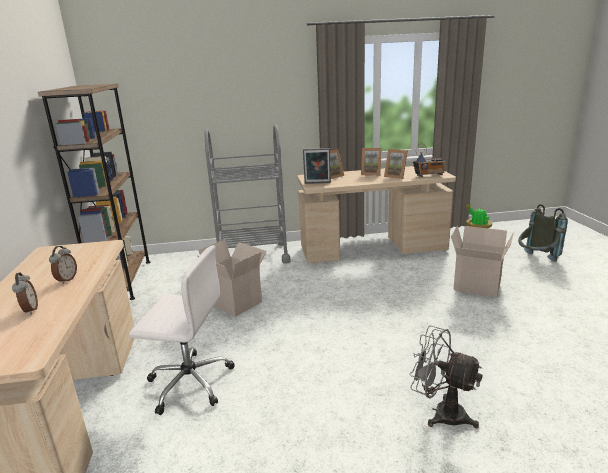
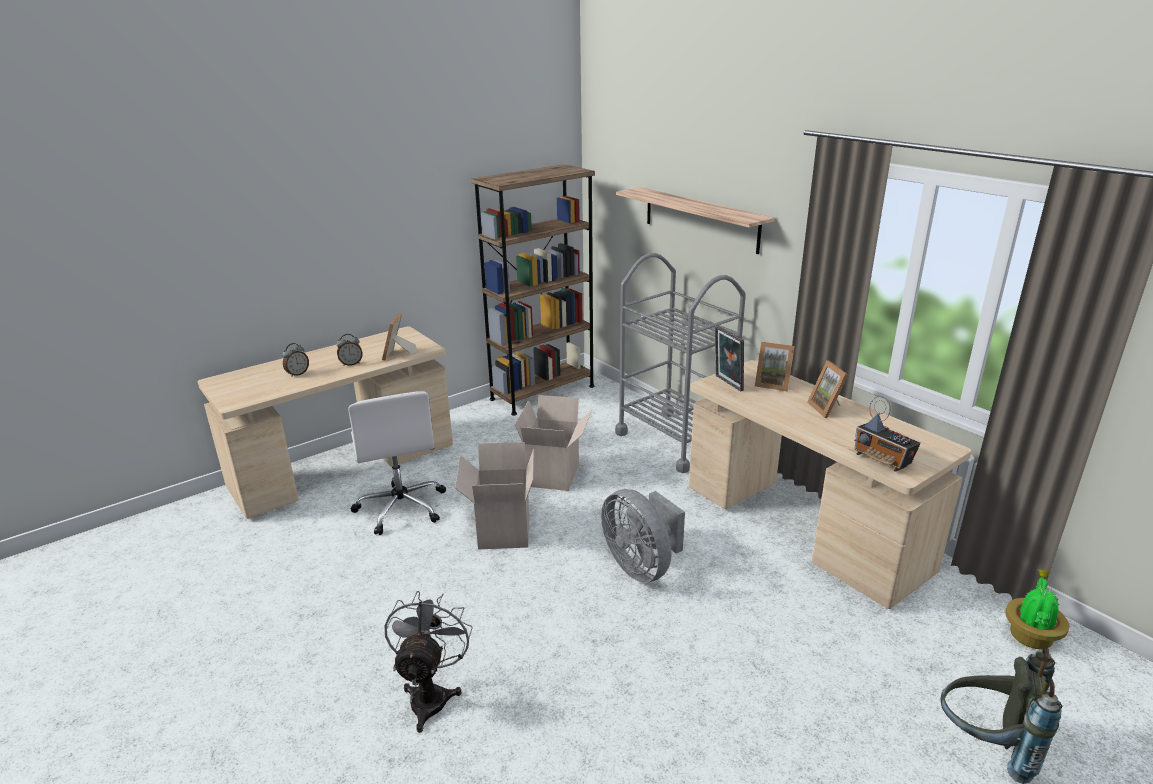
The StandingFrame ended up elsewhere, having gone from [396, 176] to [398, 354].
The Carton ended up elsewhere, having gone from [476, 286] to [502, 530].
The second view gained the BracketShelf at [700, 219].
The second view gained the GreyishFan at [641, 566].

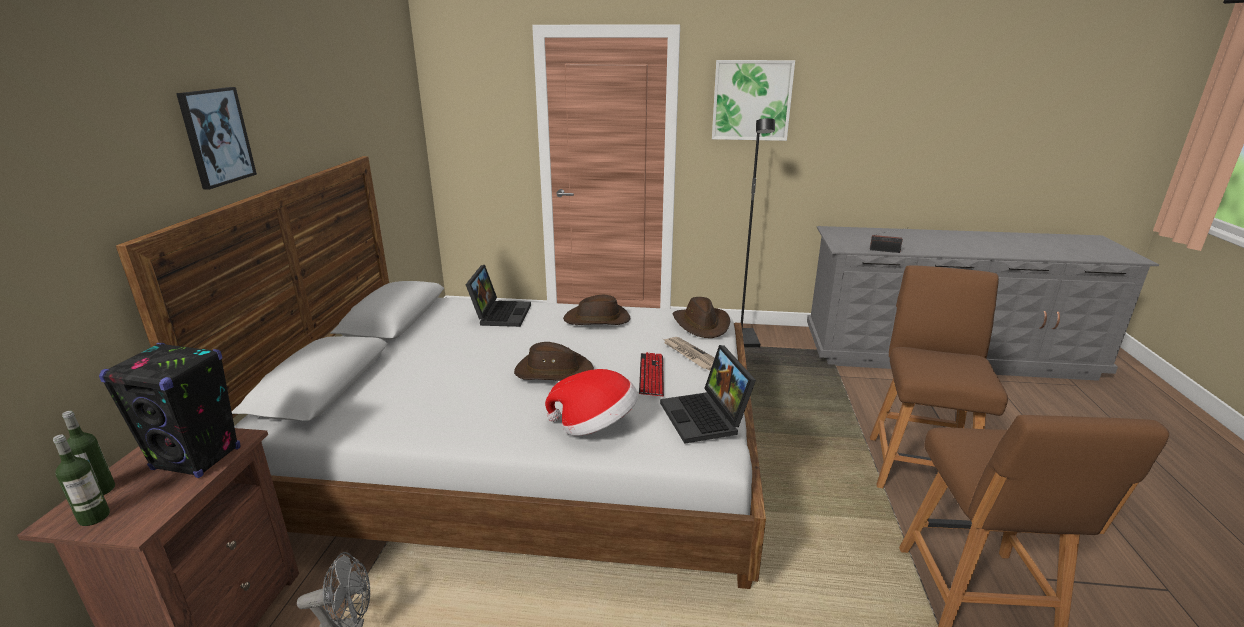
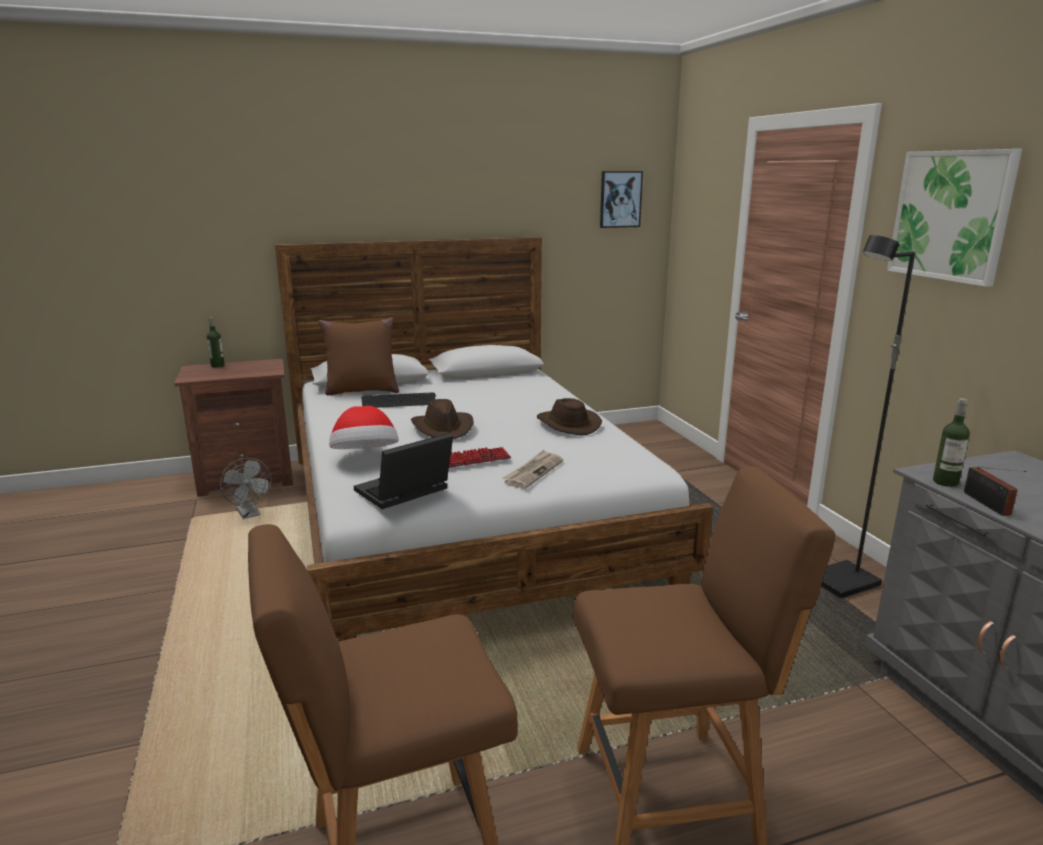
The WallPicture ended up elsewhere, having gone from [216, 137] to [620, 199].
The second view lost the NotebookComputer at [500, 314].
The second view lost the BrownColouredClothingHat at [701, 324].
The second view lost the BlackColouredAudioSpeaker at [197, 459].
The BeverageBottle ended up elsewhere, having gone from [94, 517] to [945, 482].
The second view gained the BrownColouredCushion at [361, 391].
The second view gained the Keyboard at [399, 402].

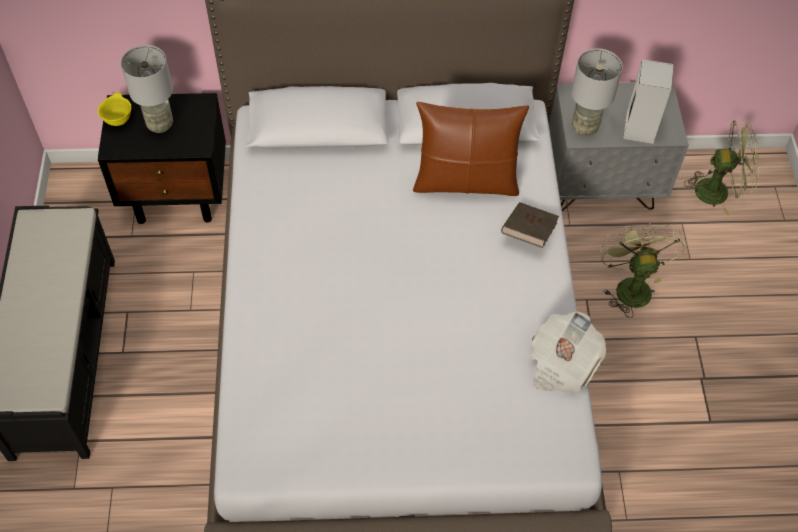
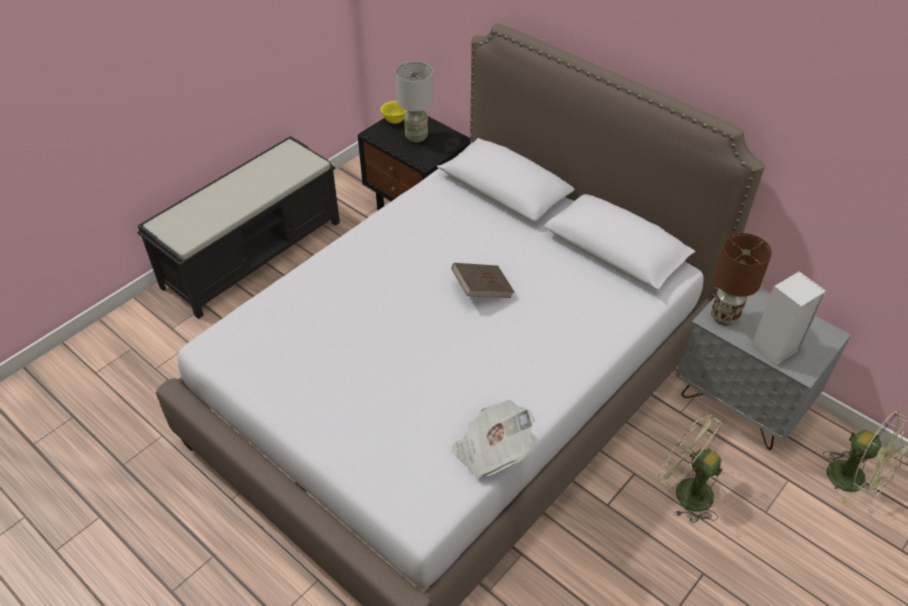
What was the GreyishTableLamp at [584, 127] turned into the BrownColouredTableLamp at [724, 316].
The second view lost the BrownColouredCushion at [466, 181].
The BrownColouredBook ended up elsewhere, having gone from [528, 233] to [482, 290].
The GreenFan at [630, 285] ended up facing another way, 90 degrees counterclockwise from before.

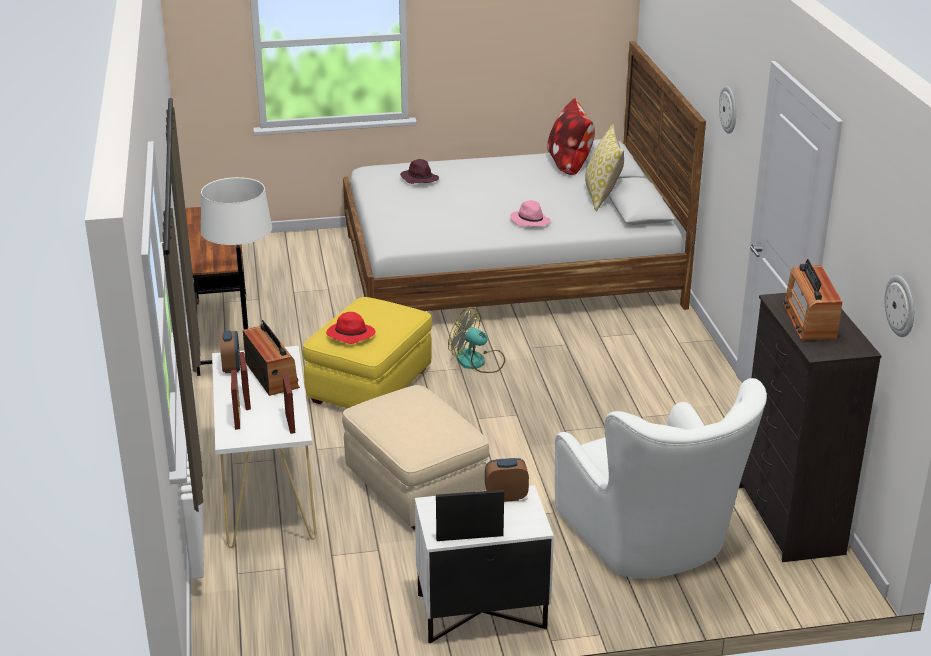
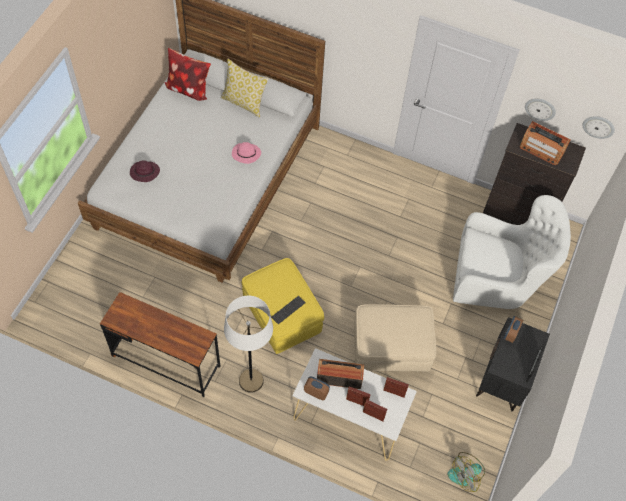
The HangingClock ended up elsewhere, having gone from [729, 109] to [540, 108].
The Fan ended up elsewhere, having gone from [477, 362] to [466, 473].
Where the RedClothingHat stood at [350, 335], the Keyboard came to stand at [288, 310].
What was the WhiteNightstand at [481, 612] turned into the BlackColouredNightstand at [504, 378].

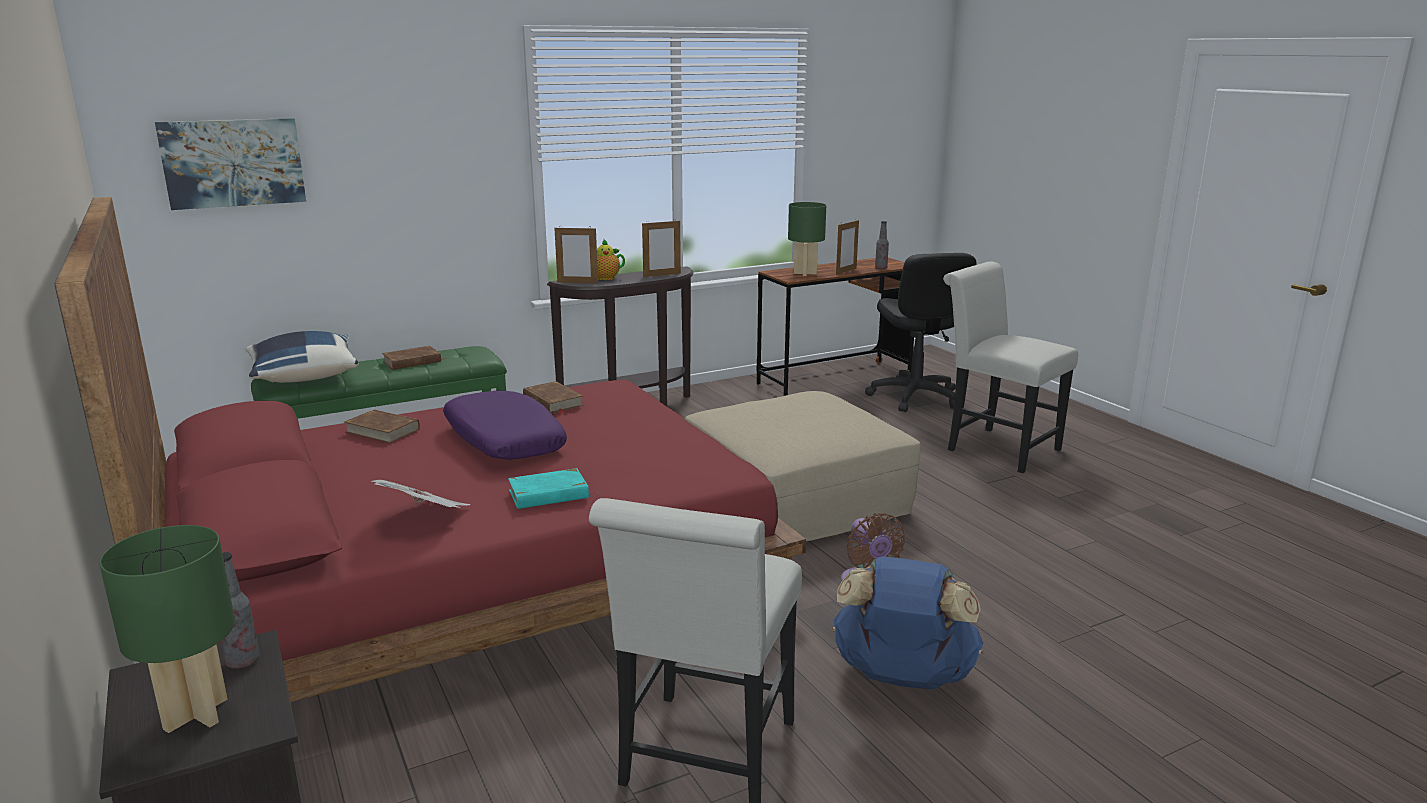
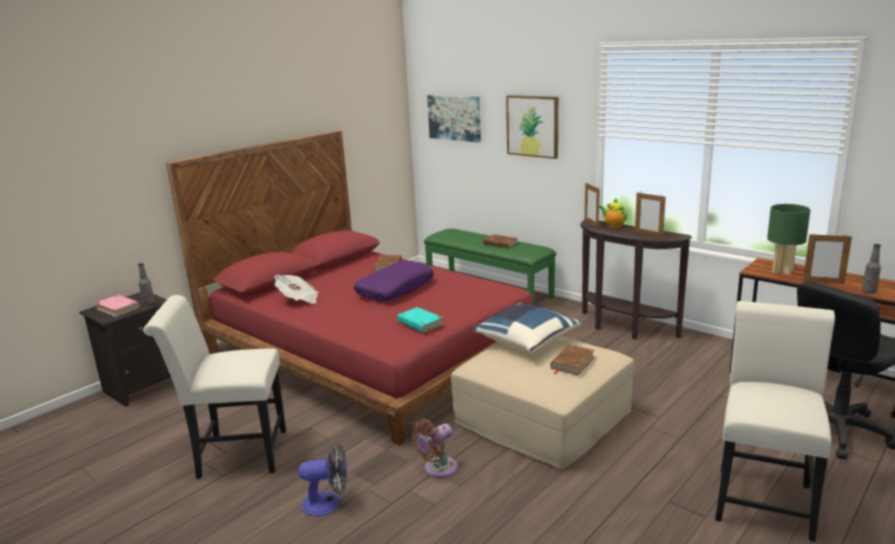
The BlueCushion ended up elsewhere, having gone from [304, 377] to [526, 341].
The BrownColouredBook ended up elsewhere, having gone from [553, 402] to [572, 363].
The BlueGreenBook ended up elsewhere, having gone from [549, 494] to [420, 323].
Where the GreenTableLamp stood at [196, 713], the PinkishBook came to stand at [118, 308].
Where the BlueBackpack stood at [902, 678], the Fan came to stand at [328, 503].
The second view gained the WallPicture at [532, 126].

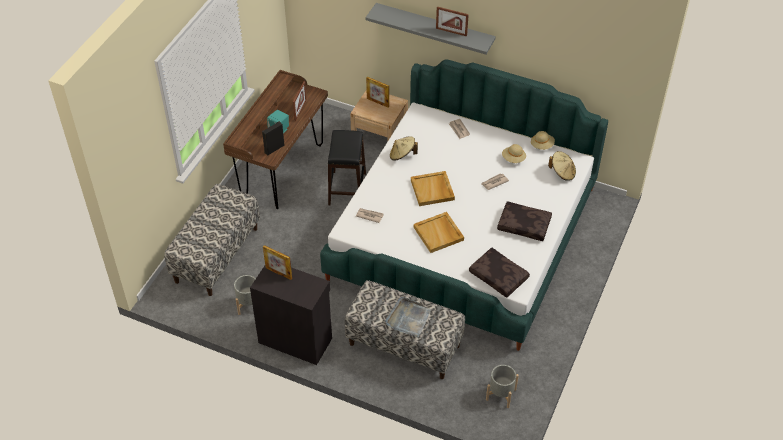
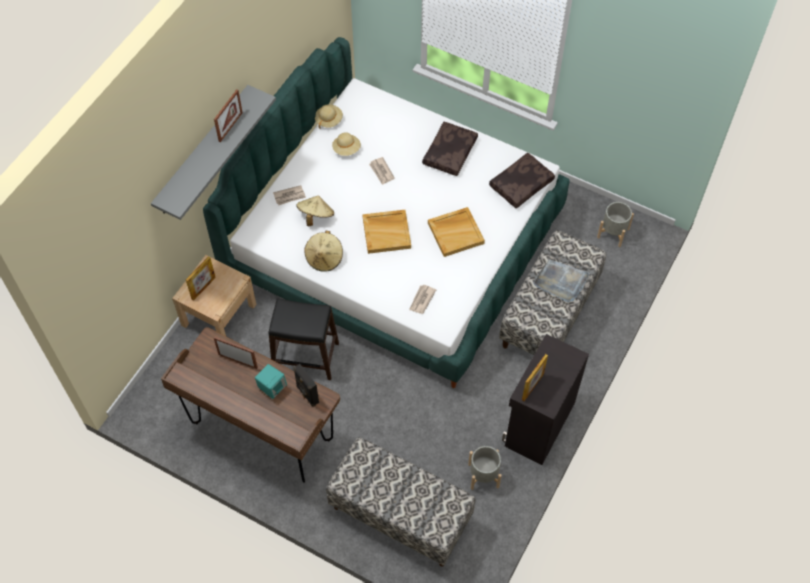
The BeigeColouredClothingHat ended up elsewhere, having gone from [562, 172] to [315, 216].

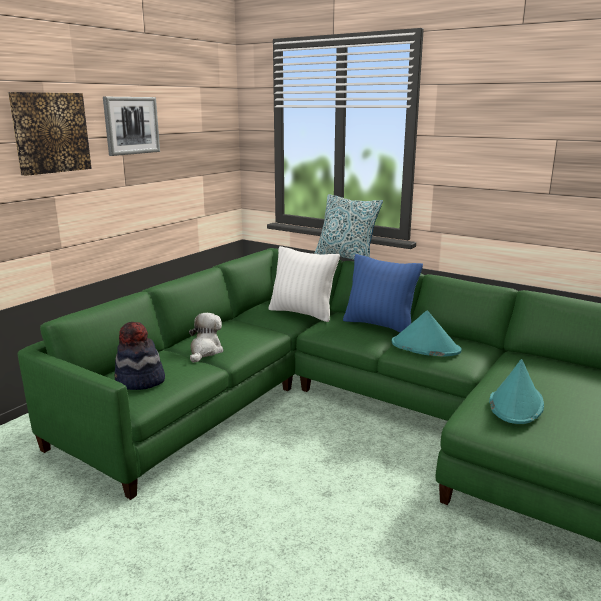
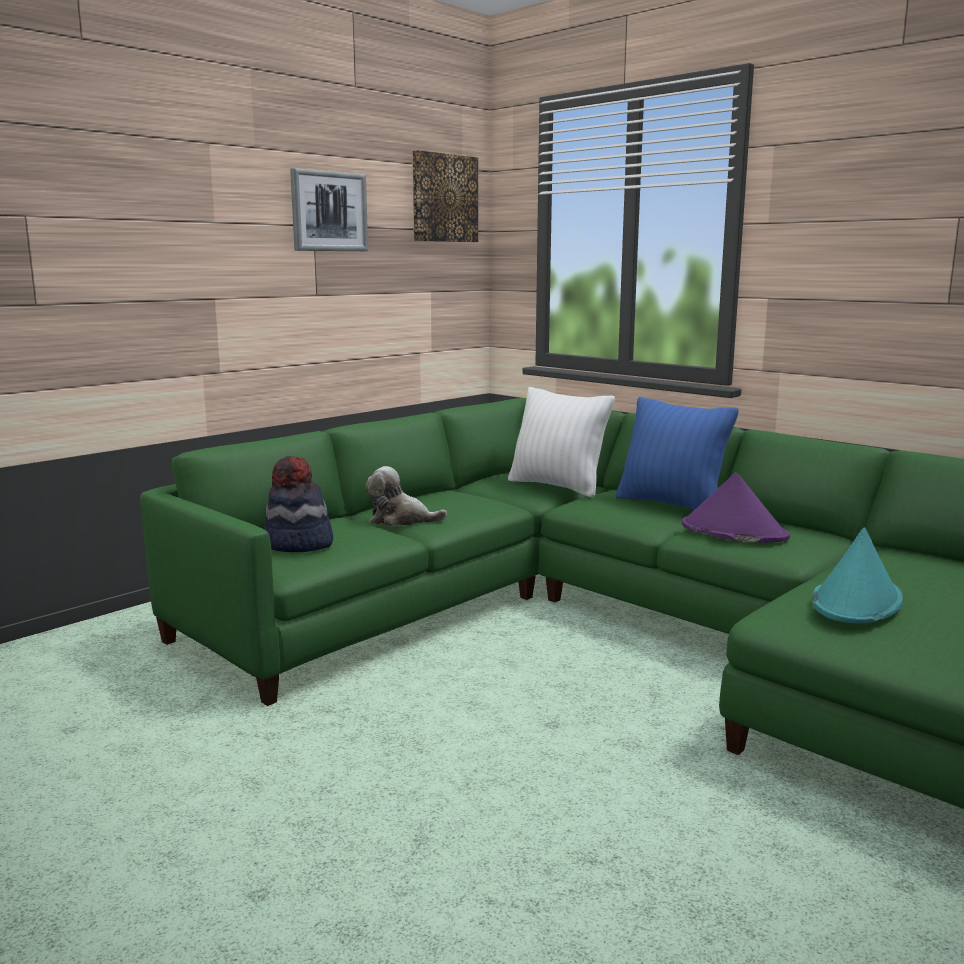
The WallPicture ended up elsewhere, having gone from [50, 133] to [443, 198].
The second view lost the Cushion at [346, 258].
What was the BlueGreenClothingHat at [425, 347] turned into the PurpleClothingHat at [733, 531].
The PlushToy at [205, 351] ended up facing another way, 105 degrees counterclockwise from before.

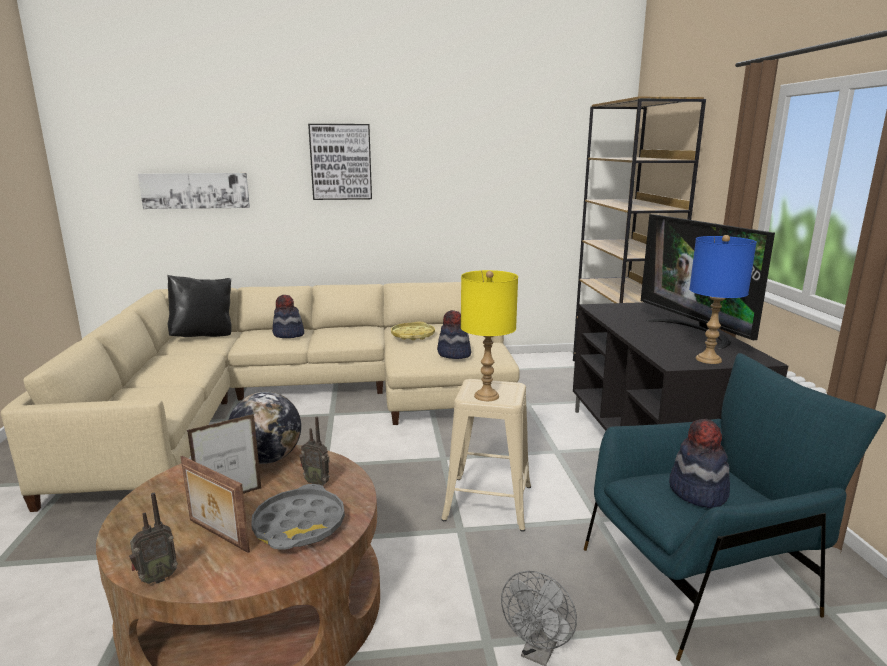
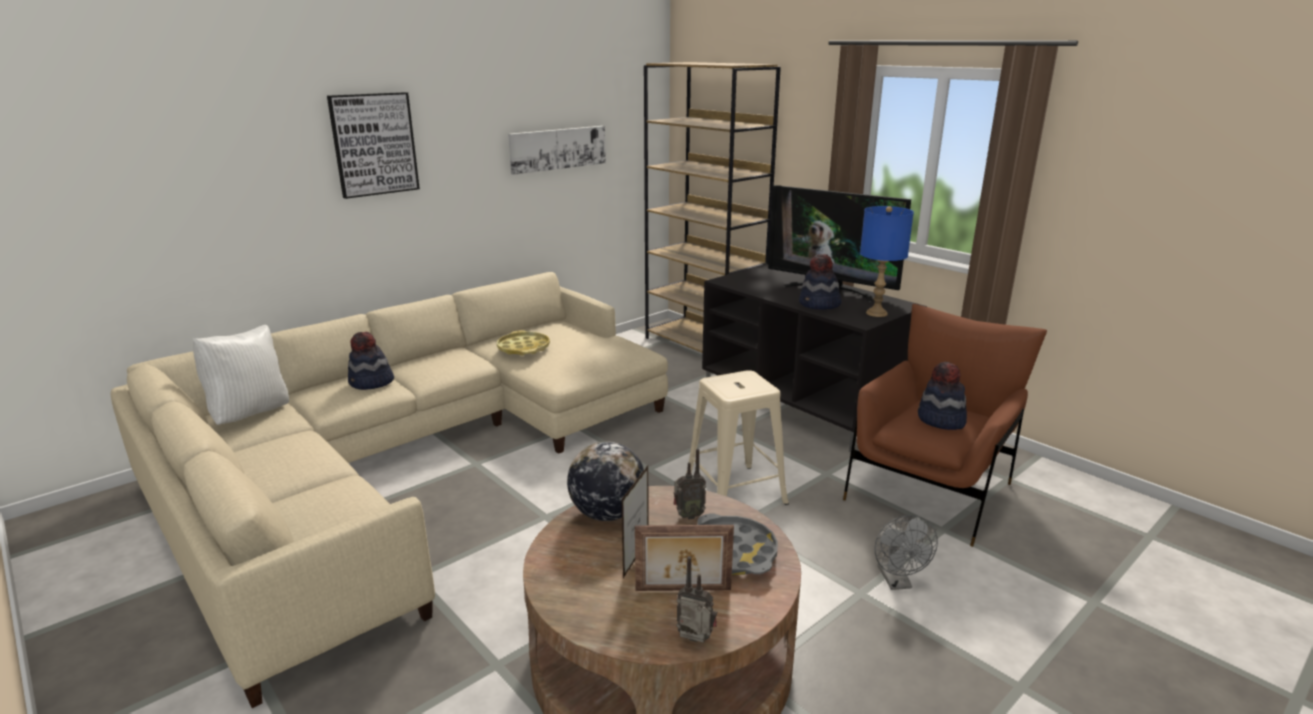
The WallPicture ended up elsewhere, having gone from [195, 190] to [557, 148].
The second view lost the YellowColouredTableLamp at [487, 396].
What was the BlackColouredCushion at [204, 336] turned into the WhiteCushion at [250, 414].
The ClothingHat ended up elsewhere, having gone from [454, 354] to [819, 305].
What was the BlueLoungeChair at [701, 579] turned into the BrownColouredLoungeChair at [930, 489].
The RadioReceiver at [156, 578] ended up facing another way, 90 degrees counterclockwise from before.

